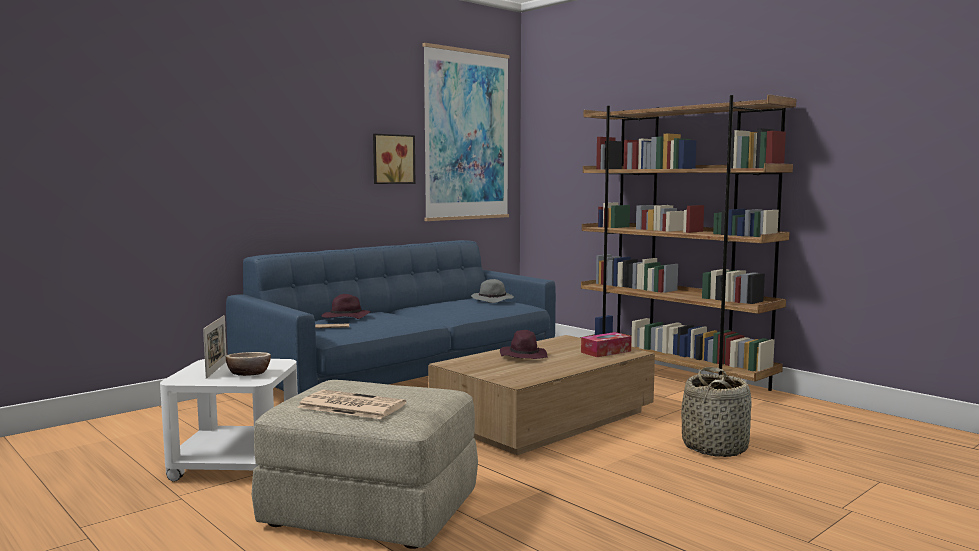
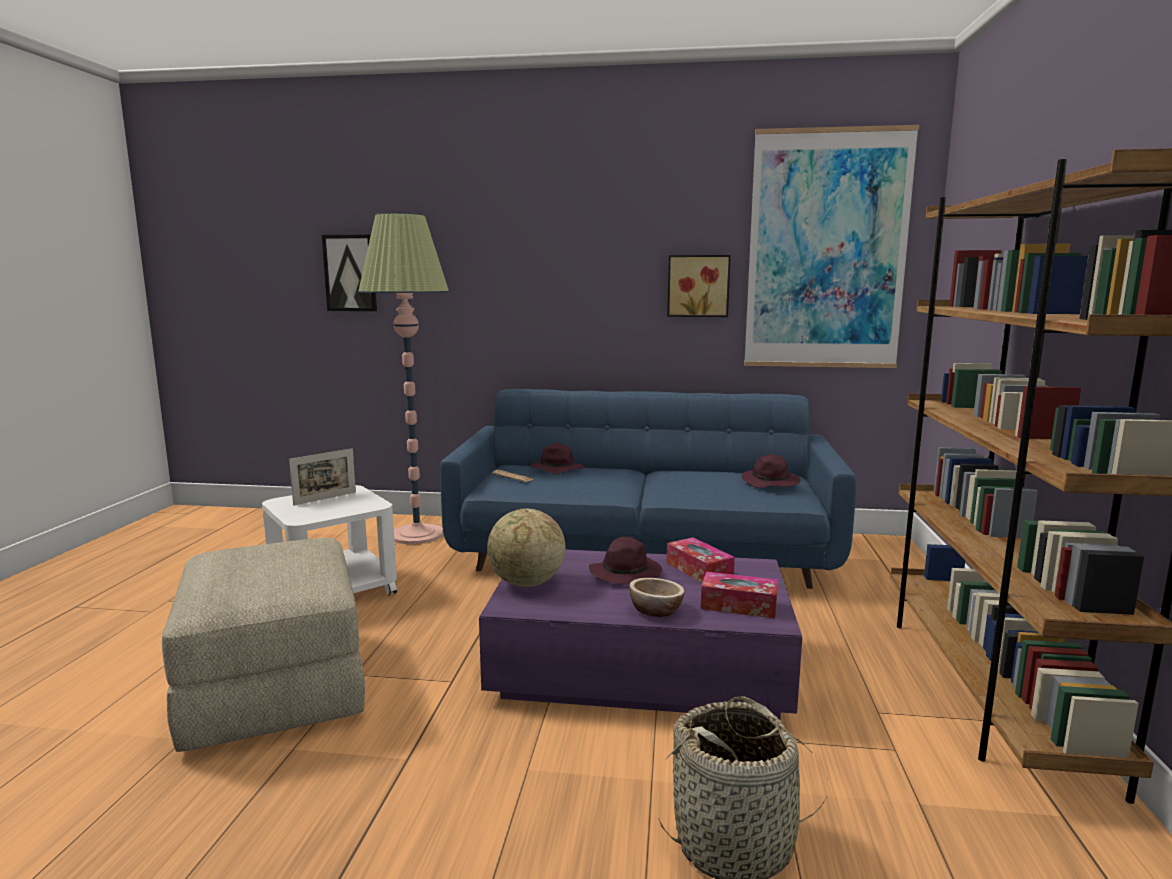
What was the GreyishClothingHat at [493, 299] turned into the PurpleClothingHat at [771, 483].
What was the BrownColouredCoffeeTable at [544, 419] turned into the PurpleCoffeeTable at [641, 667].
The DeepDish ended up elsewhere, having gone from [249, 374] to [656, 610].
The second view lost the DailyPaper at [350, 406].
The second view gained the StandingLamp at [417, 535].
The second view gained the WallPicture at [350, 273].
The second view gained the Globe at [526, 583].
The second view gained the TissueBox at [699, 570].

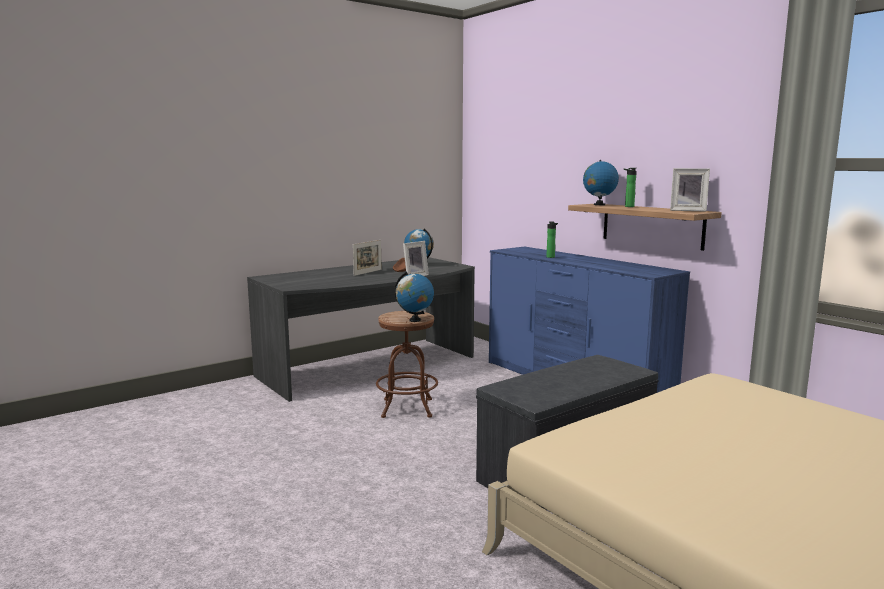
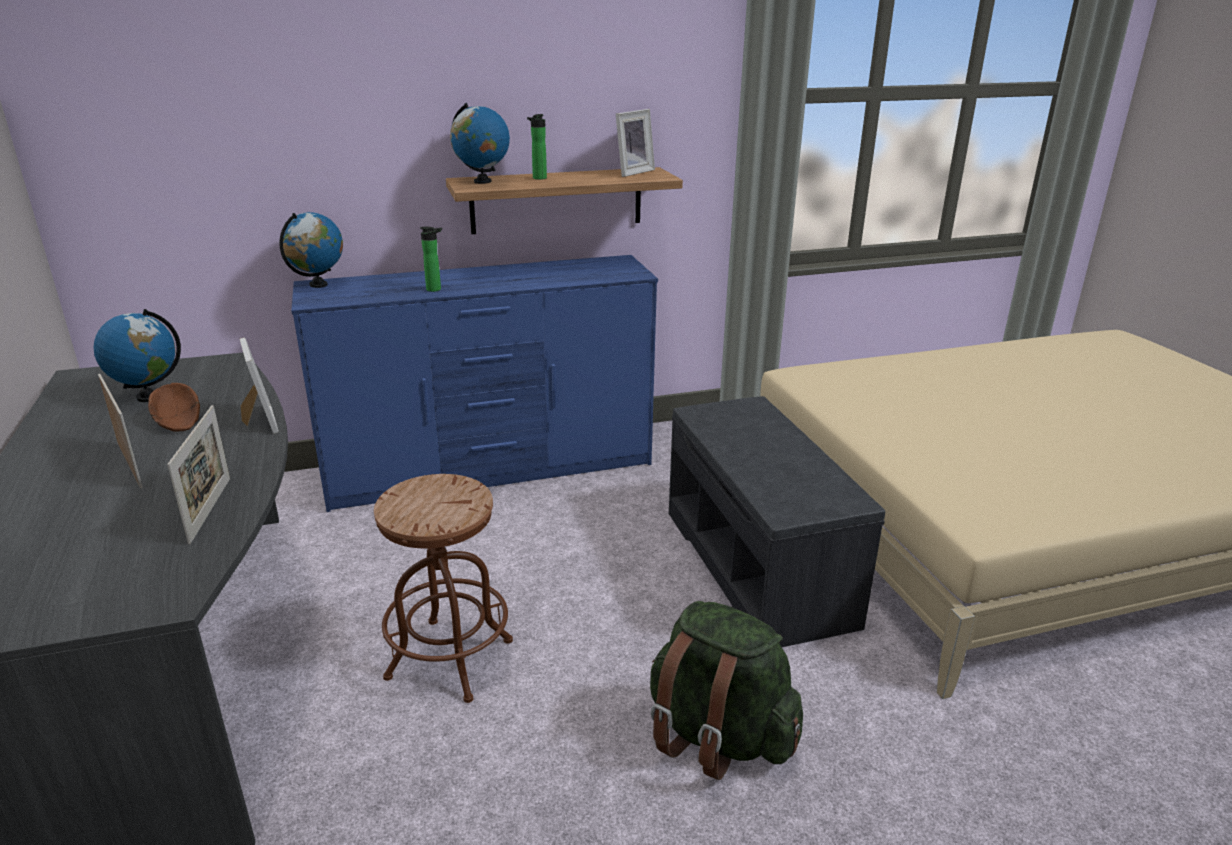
The Globe ended up elsewhere, having gone from [414, 320] to [318, 285].
The second view gained the StandingFrame at [210, 509].
The second view gained the GreenBackpack at [717, 736].

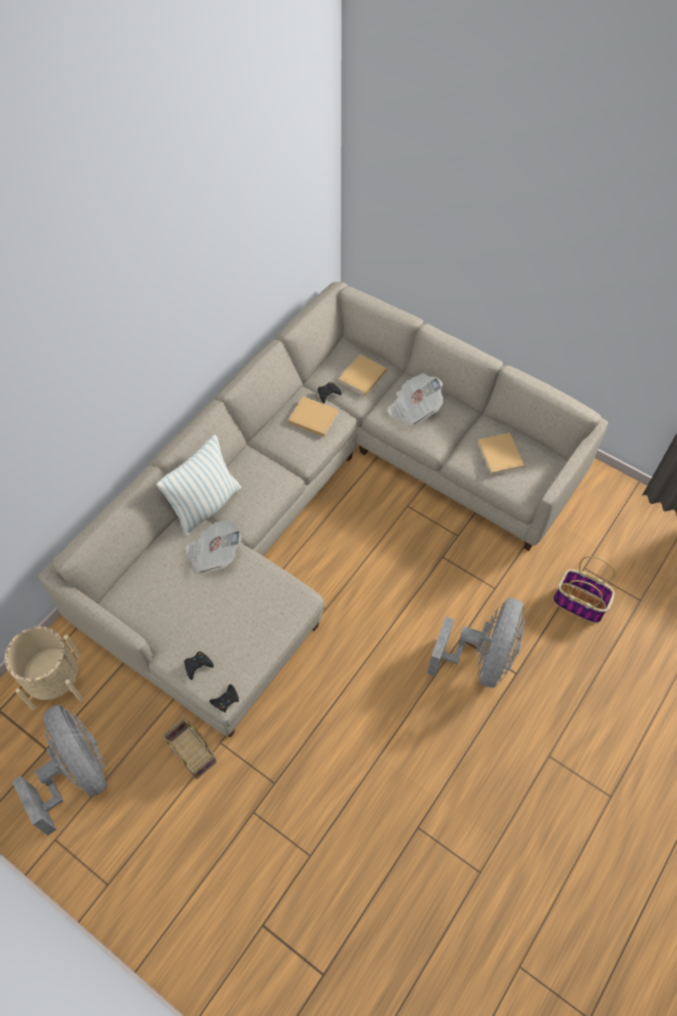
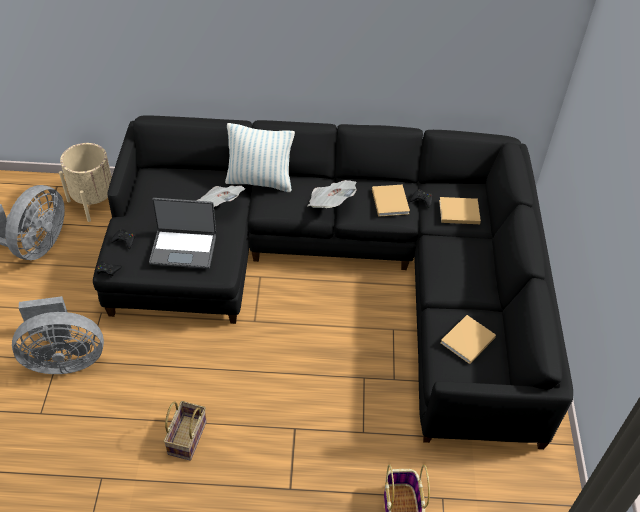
What was the BeigeColouredCouch at [317, 506] turned into the BlackColouredCouch at [342, 270].
The DailyPaper ended up elsewhere, having gone from [414, 409] to [330, 203].
The GreyishFan ended up elsewhere, having gone from [481, 658] to [64, 359].
The Basket ended up elsewhere, having gone from [190, 753] to [186, 436].
The second view gained the NotebookComputer at [183, 248].

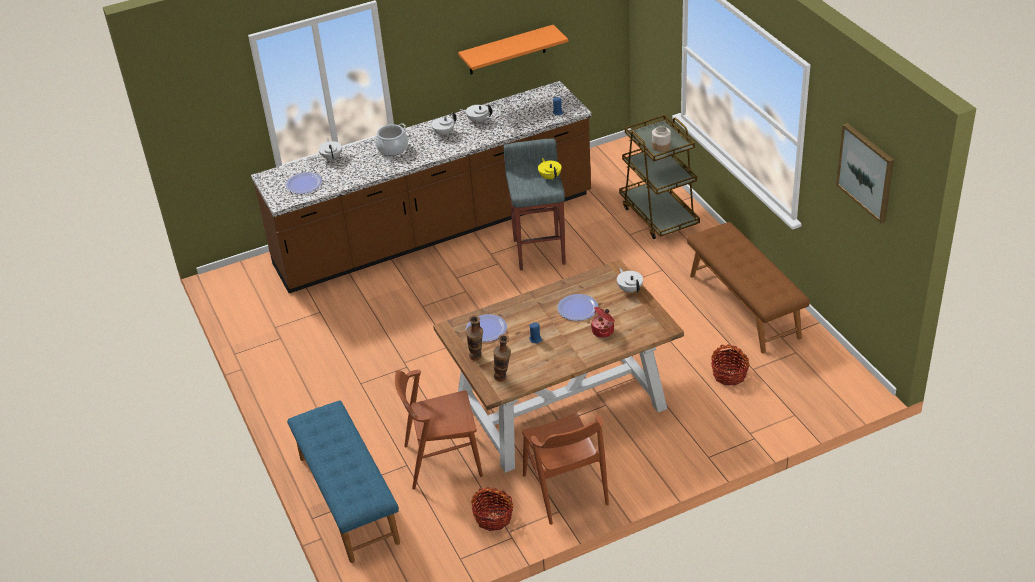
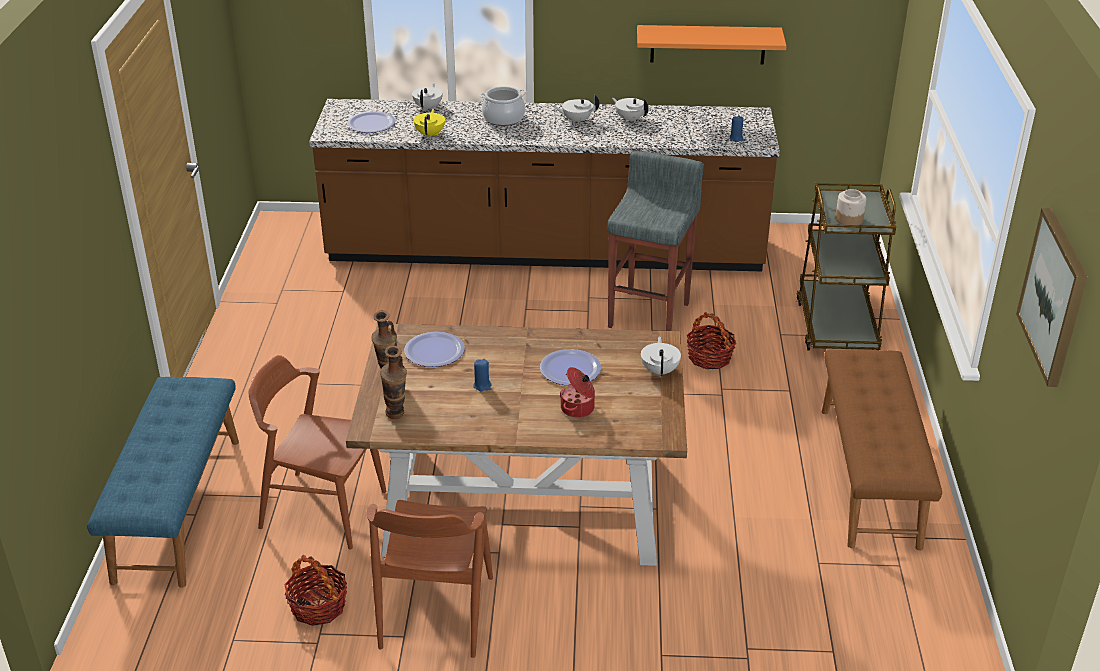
The YellowColouredPotForTea ended up elsewhere, having gone from [550, 177] to [430, 134].
The Basket ended up elsewhere, having gone from [729, 375] to [709, 357].

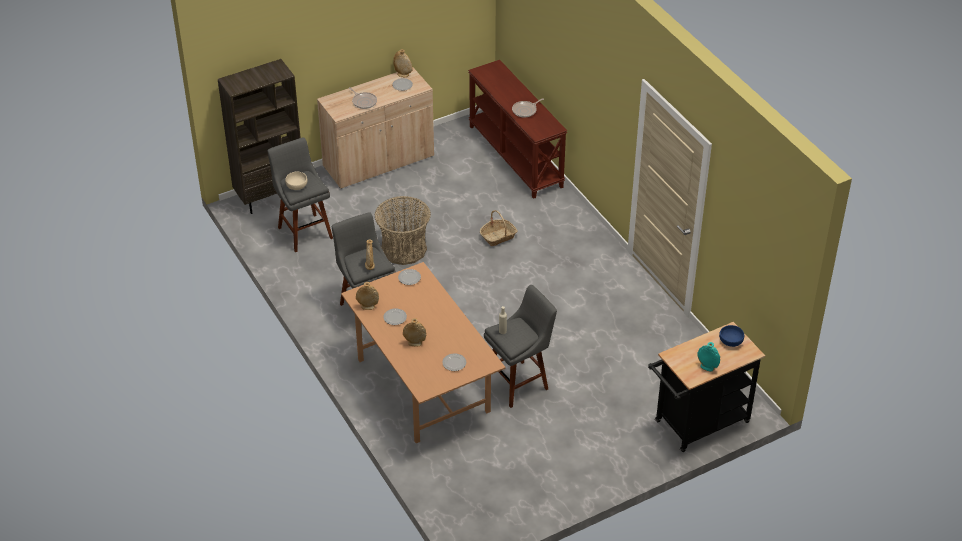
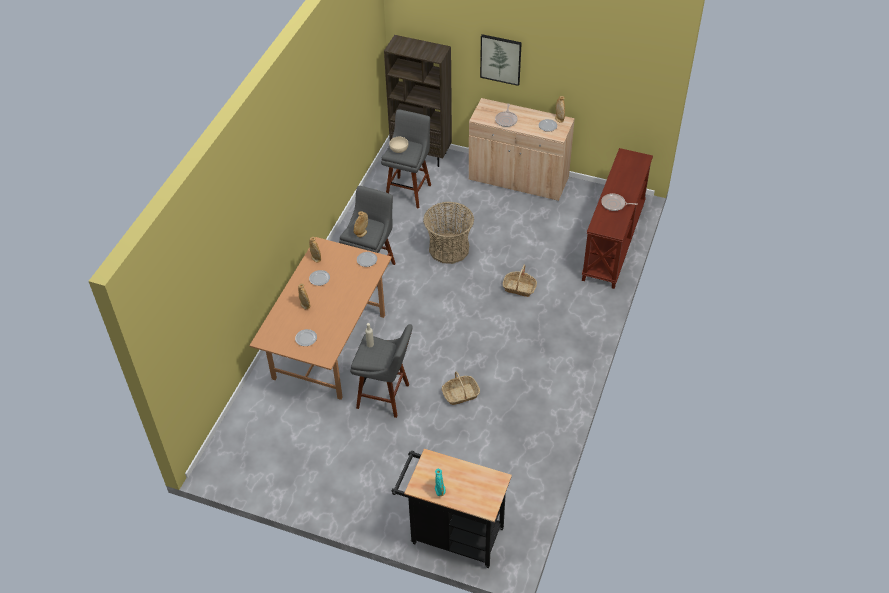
The second view lost the BlueDeepDish at [731, 341].
The second view gained the WallPicture at [501, 59].
The second view gained the Basket at [460, 394].

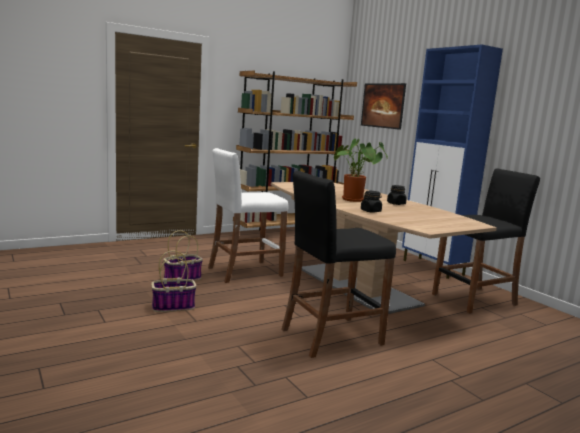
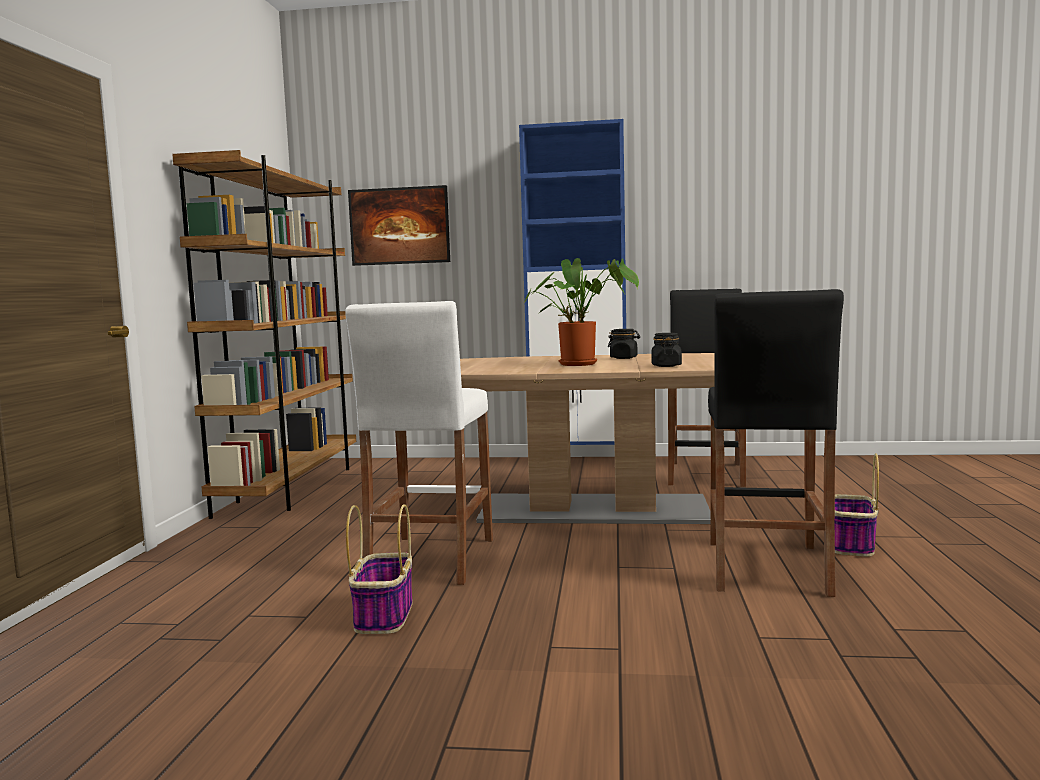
The Basket ended up elsewhere, having gone from [173, 306] to [850, 544].

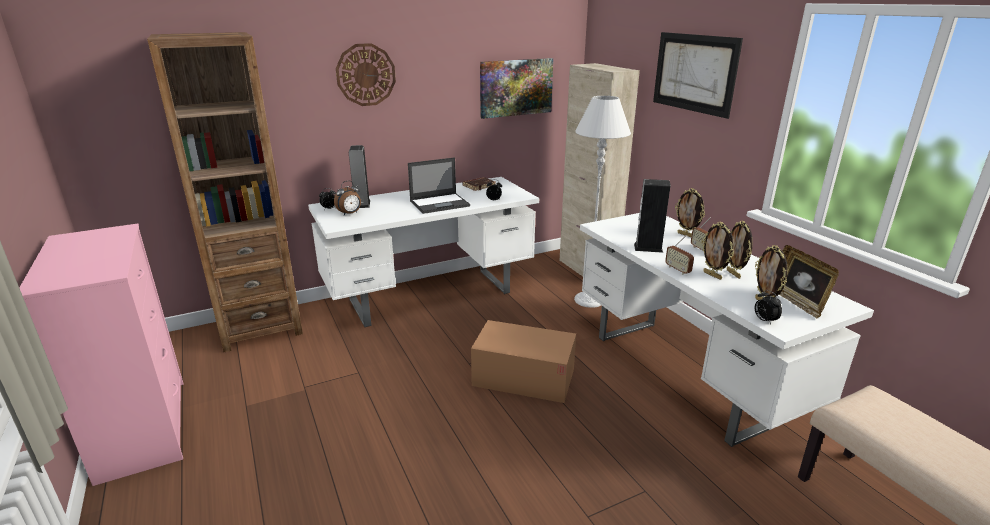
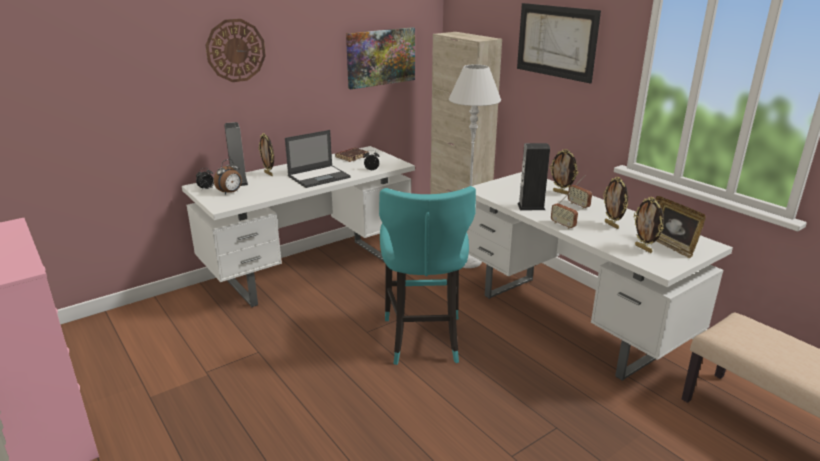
The second view lost the BrownColouredShelvingUnit at [260, 328].
The StandingFrame ended up elsewhere, having gone from [713, 275] to [269, 174].
The second view lost the AlarmClock at [764, 320].
Where the Carton stood at [523, 377], the BlueGreenStoolSeat came to stand at [423, 340].

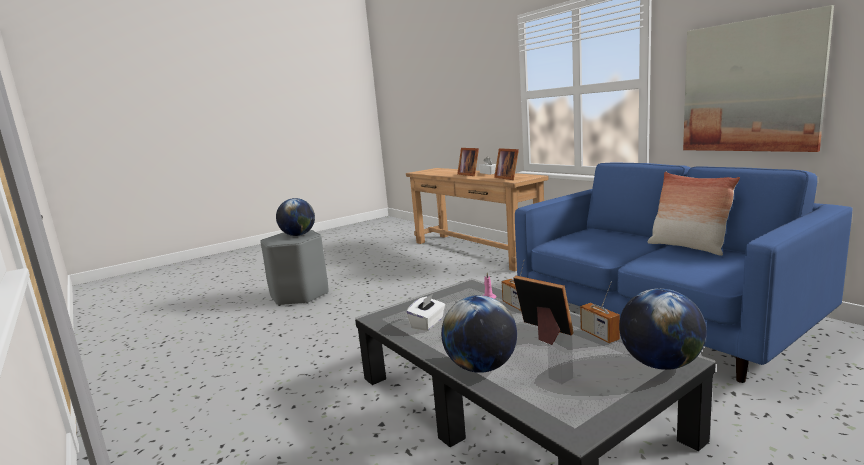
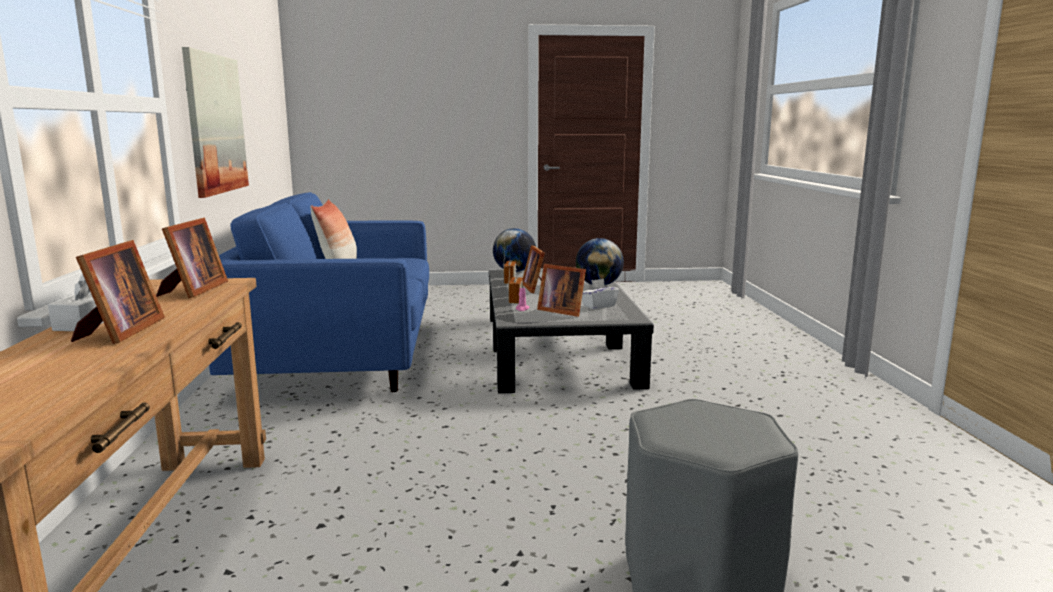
The second view lost the Globe at [298, 235].
The second view gained the StandingFrame at [561, 311].

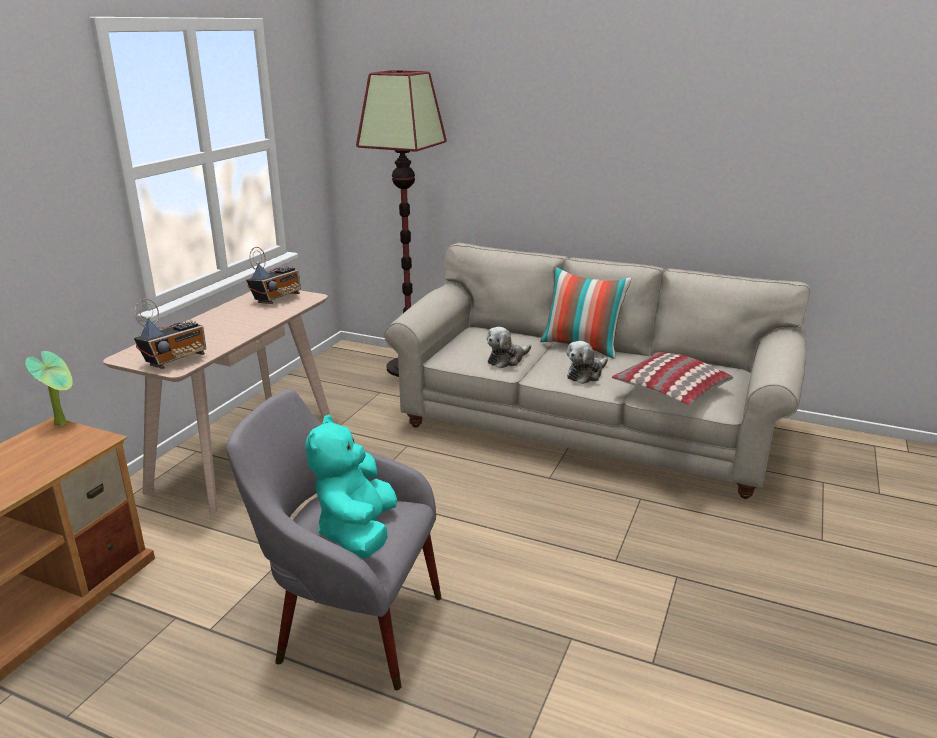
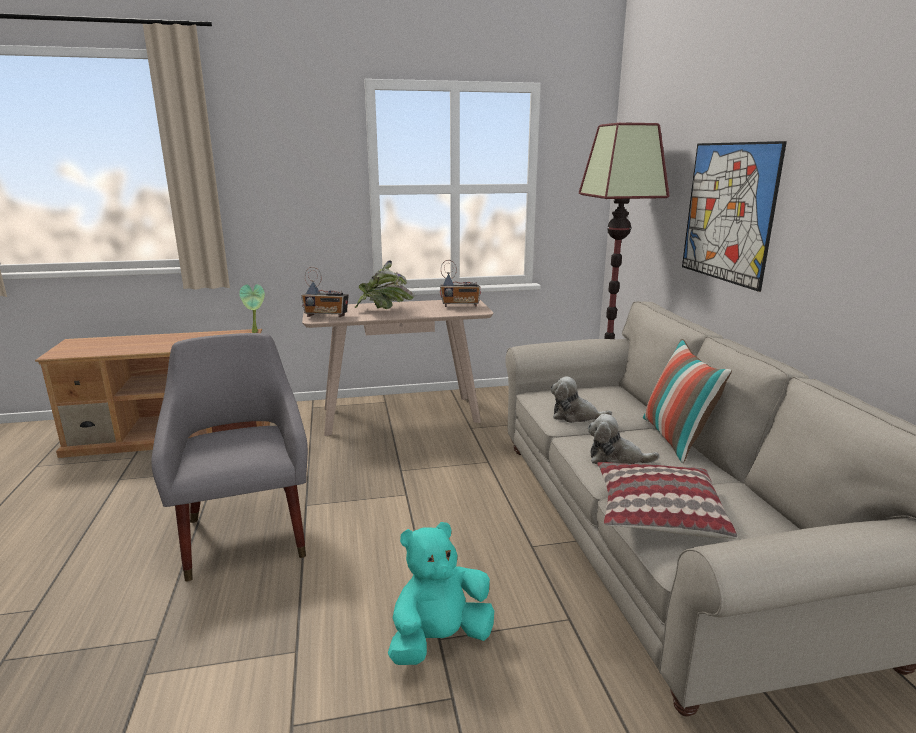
The BlueGreenPlushToy ended up elsewhere, having gone from [358, 533] to [440, 639].
The second view gained the WallPicture at [728, 212].
The second view gained the Houseplant at [384, 310].

